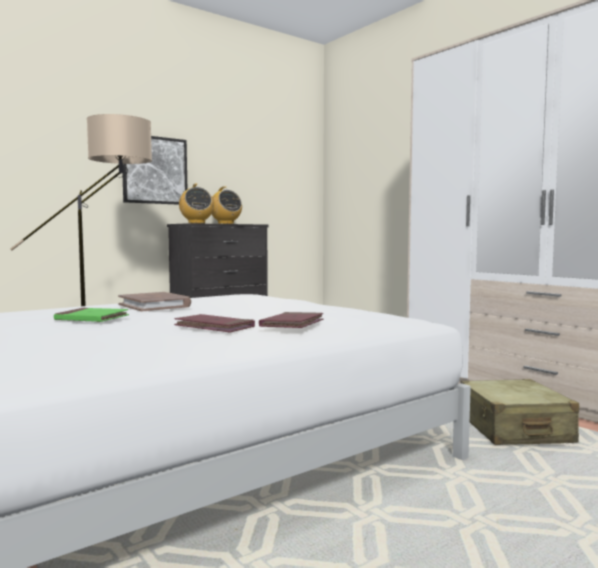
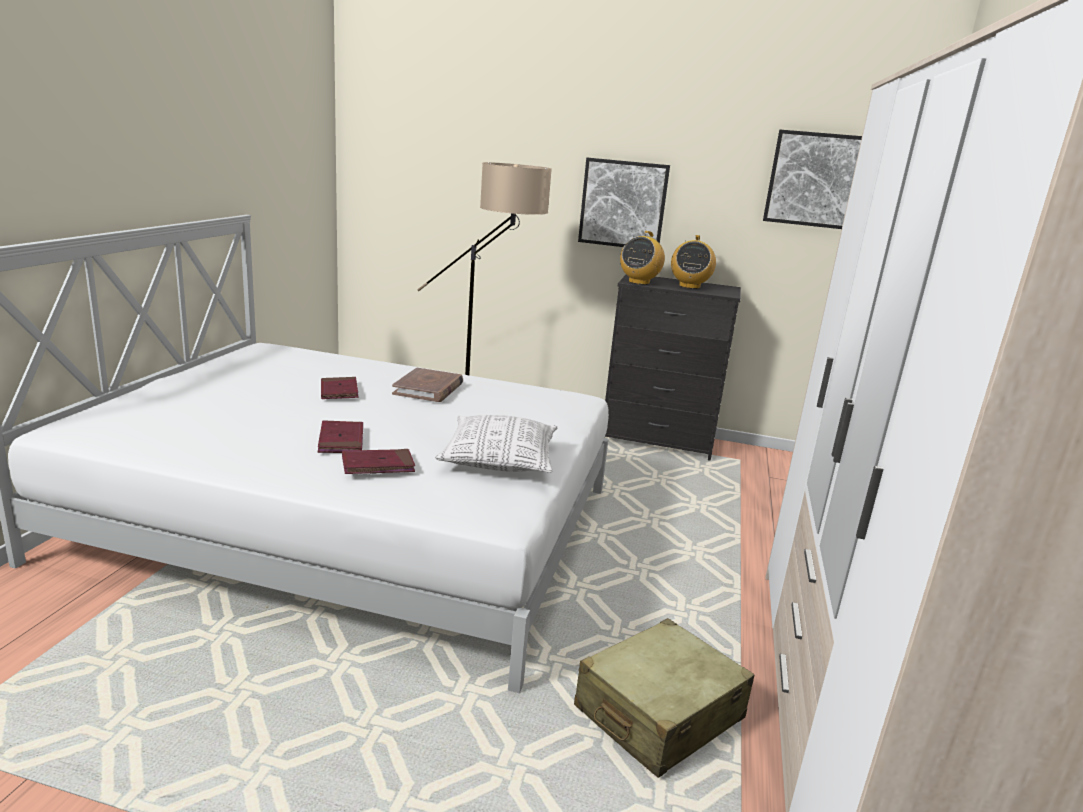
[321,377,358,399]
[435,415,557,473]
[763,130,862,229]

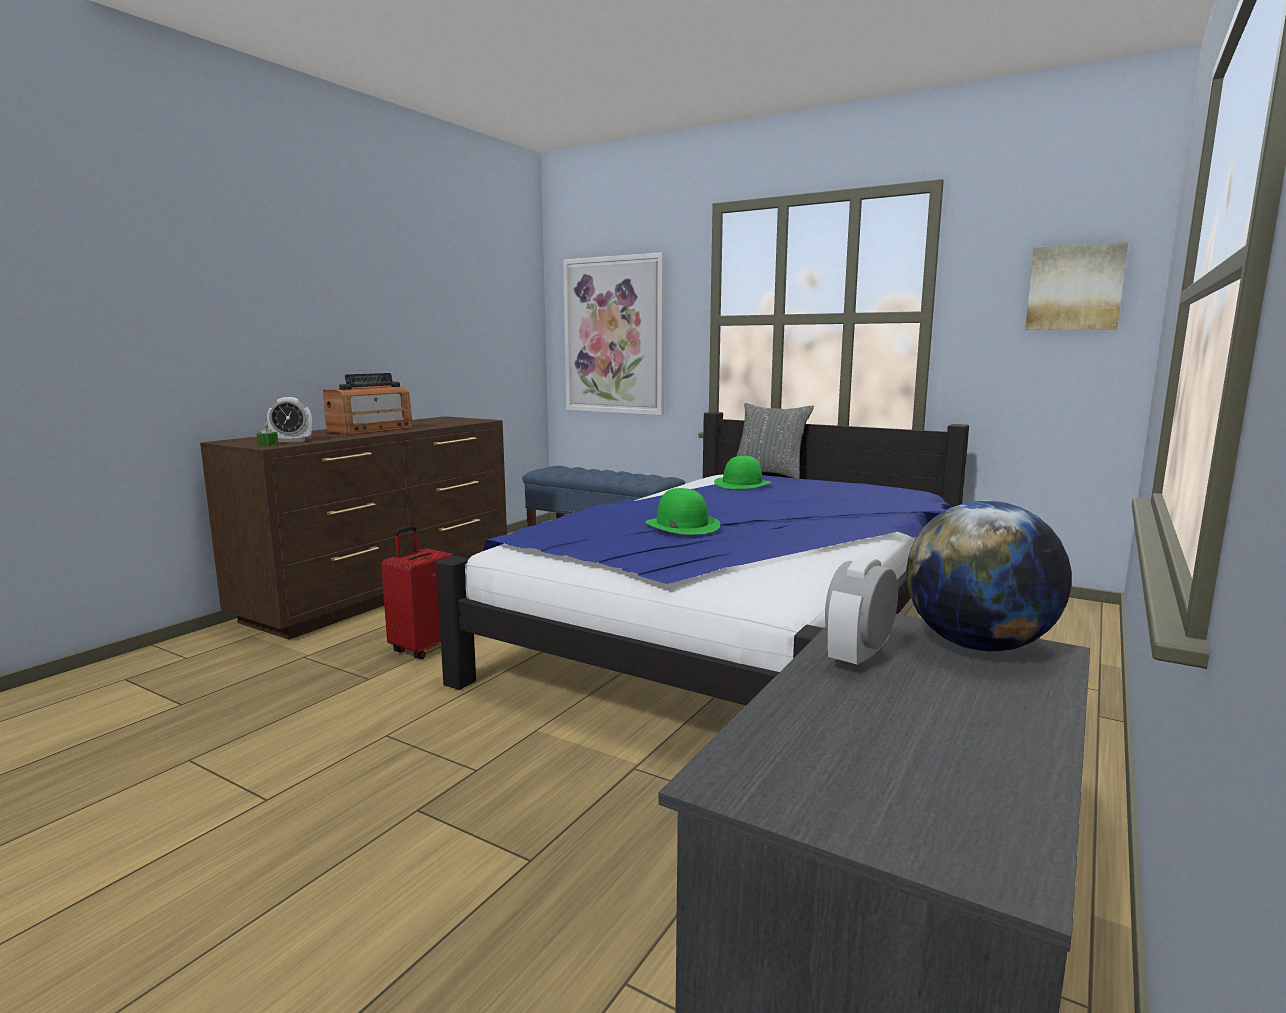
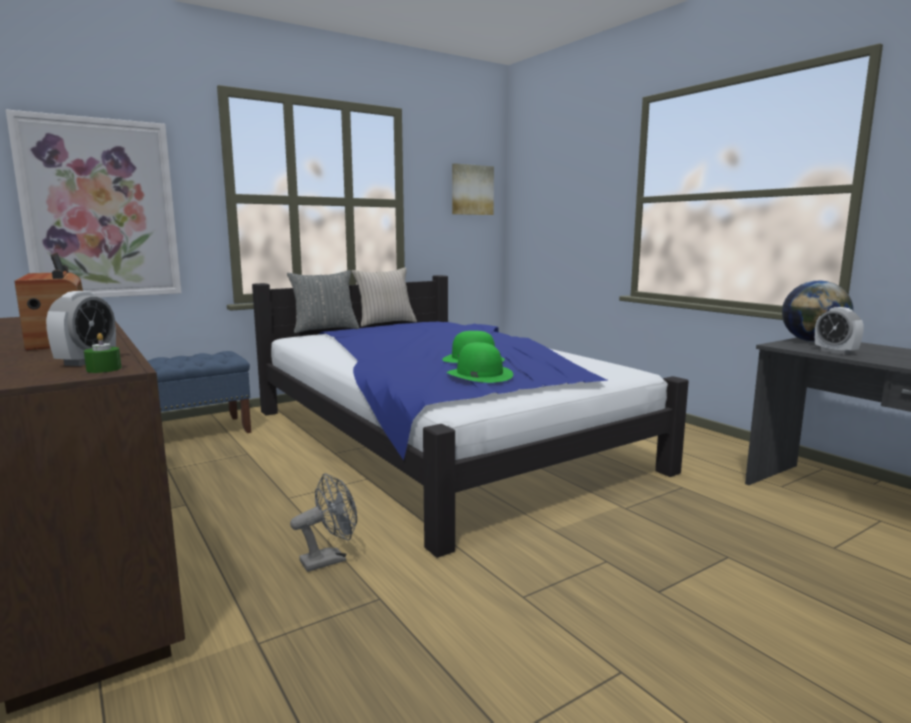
[290,473,357,572]
[447,342,513,383]
[352,267,417,327]

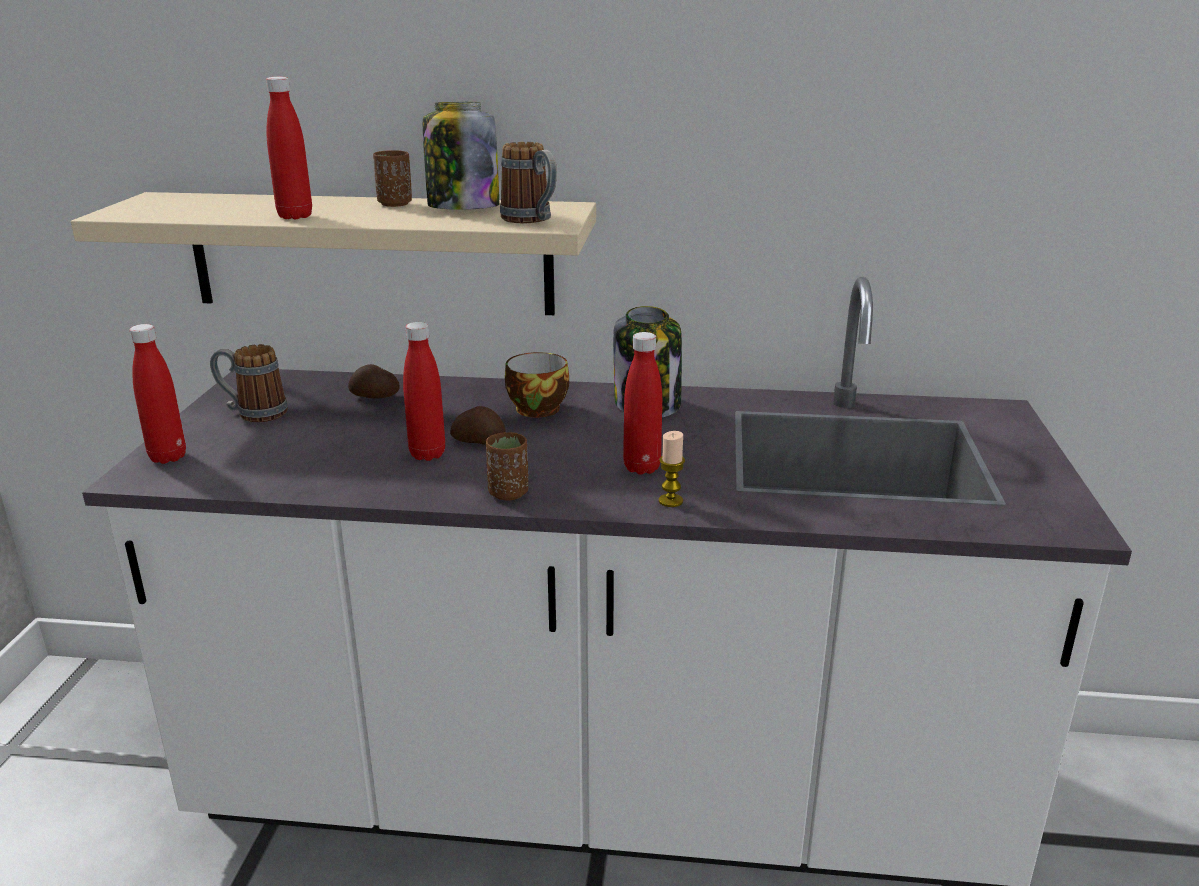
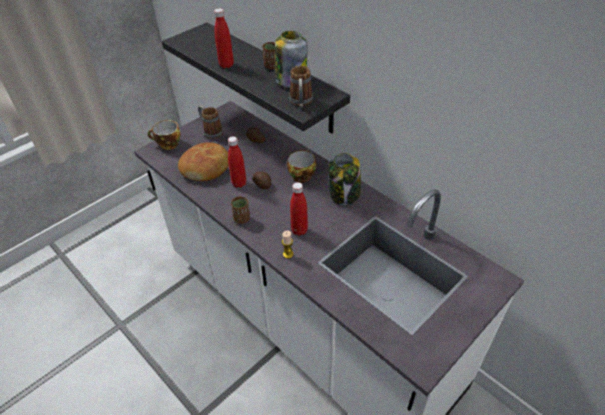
[162,22,350,134]
[148,120,181,150]
[178,142,229,181]

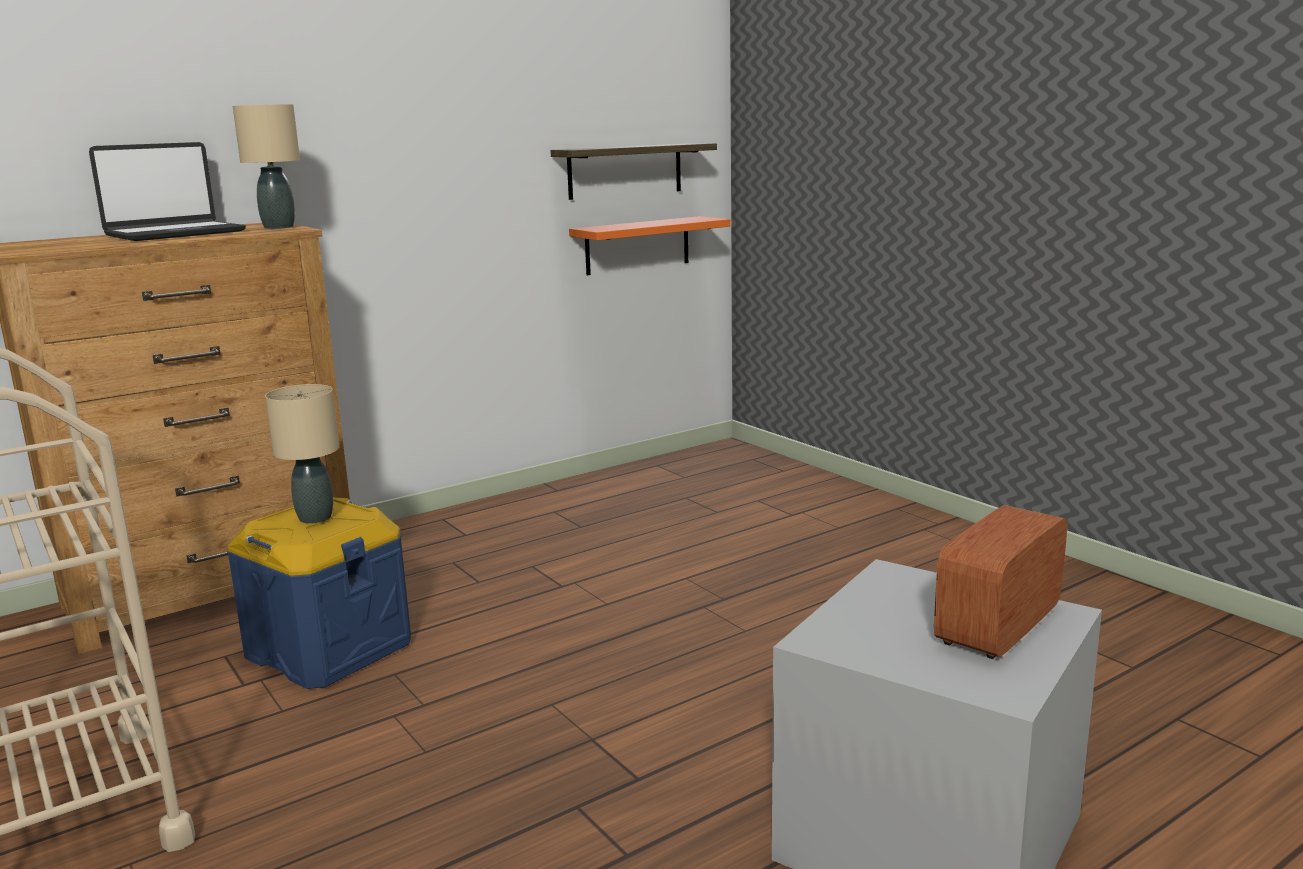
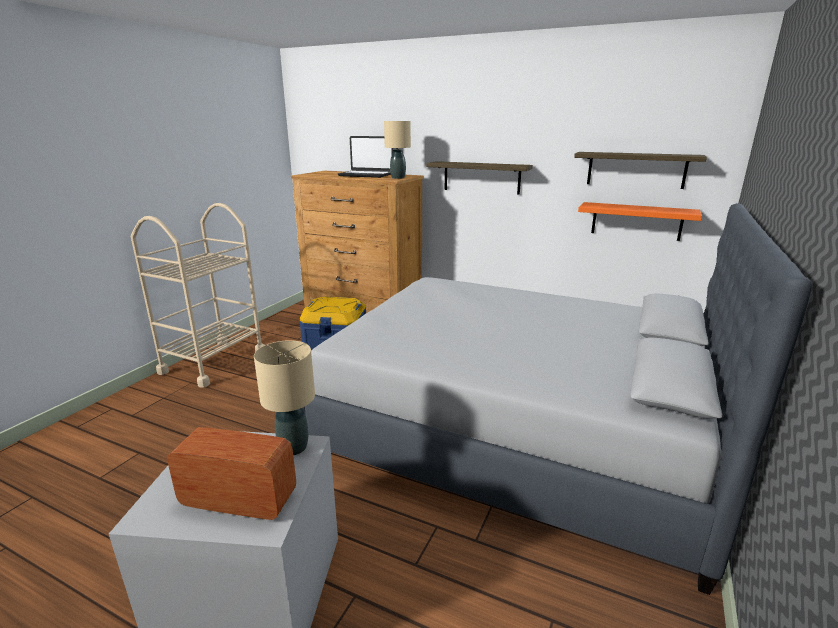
[254,340,315,455]
[303,203,812,595]
[426,161,533,194]

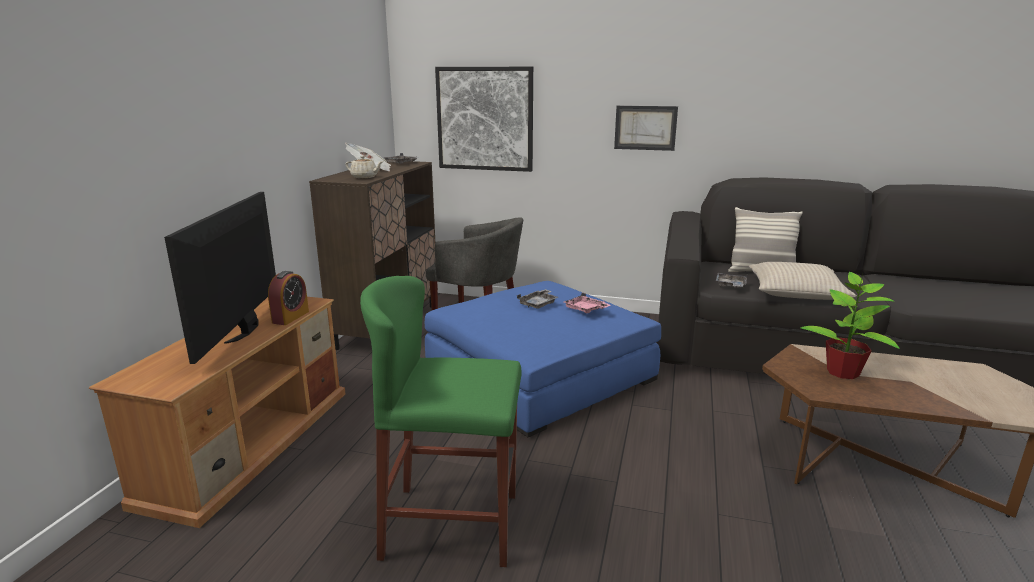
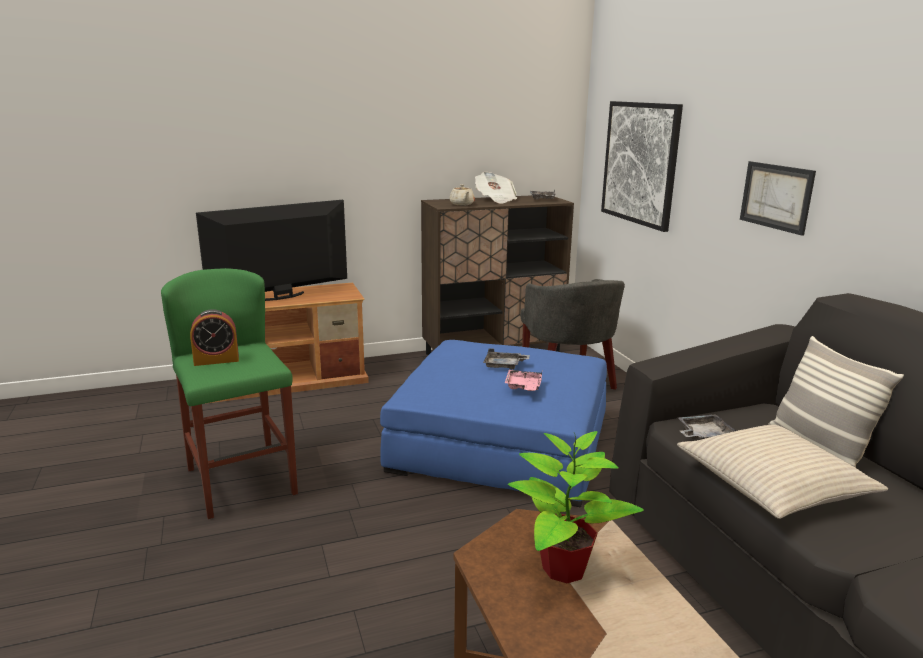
[190,309,239,366]

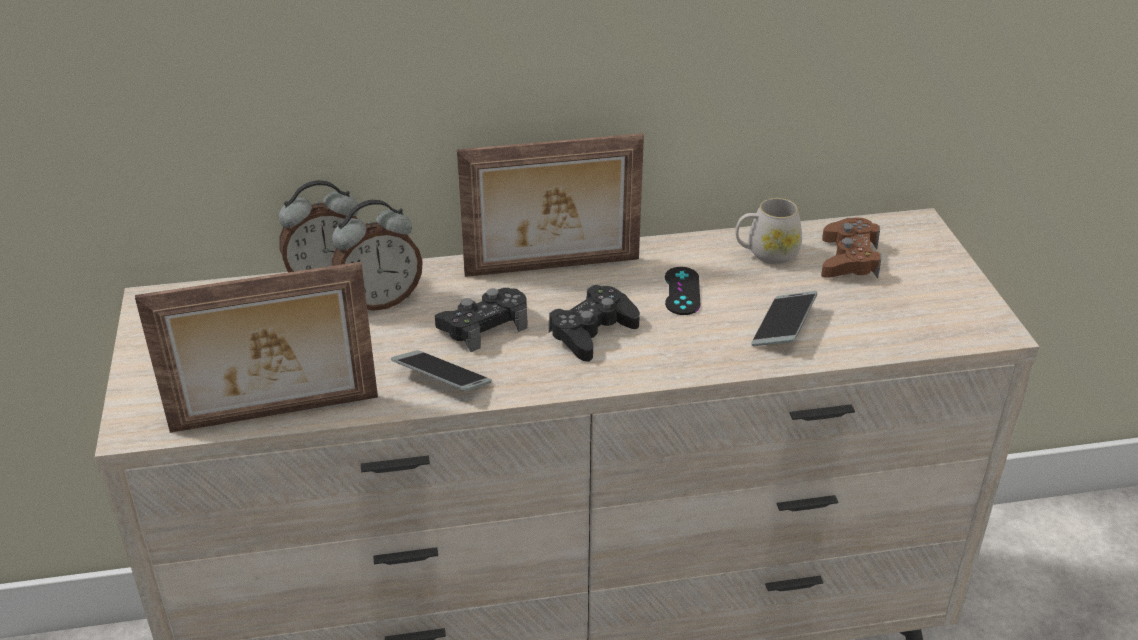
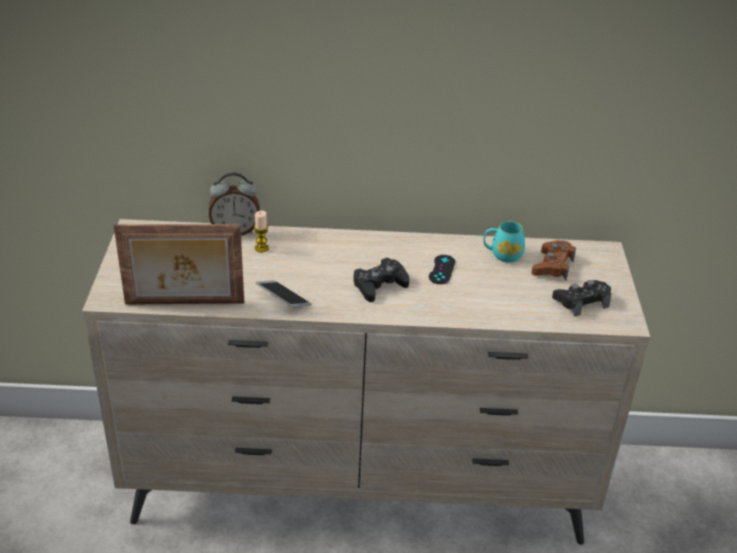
[254,211,269,252]
[552,280,612,317]
[457,133,644,277] (first image)
[483,221,525,263]
[751,291,818,346] (first image)

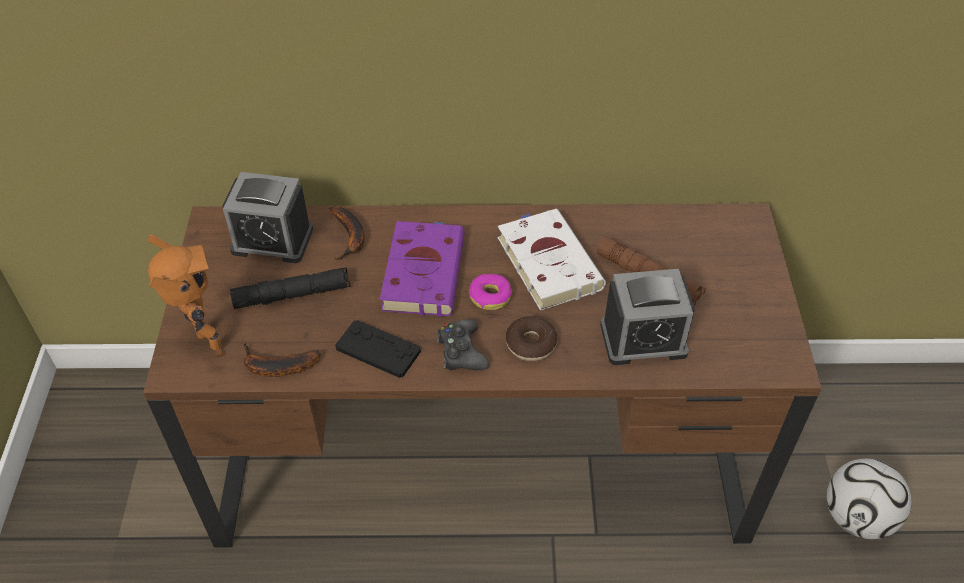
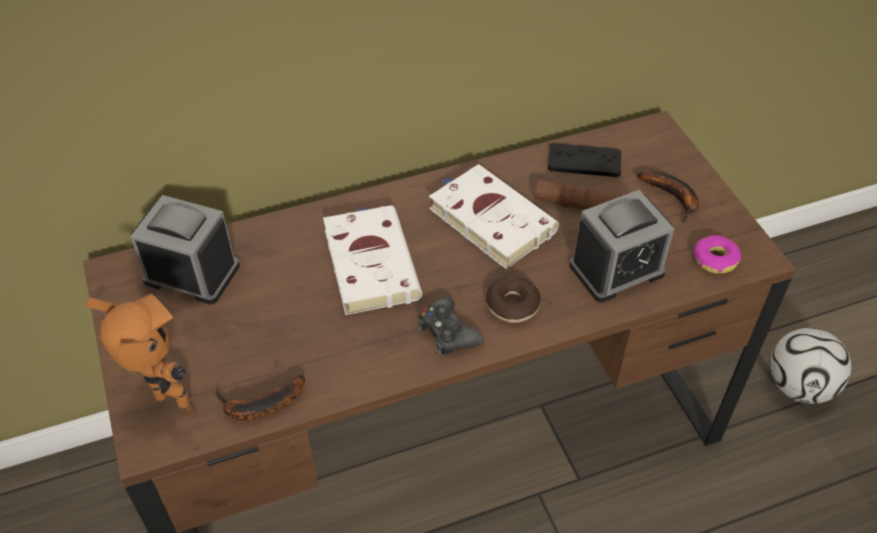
[130,195,240,304]
[230,267,351,309] (first image)
[637,170,699,222]
[548,143,621,177]
[323,205,422,315]
[693,235,741,274]

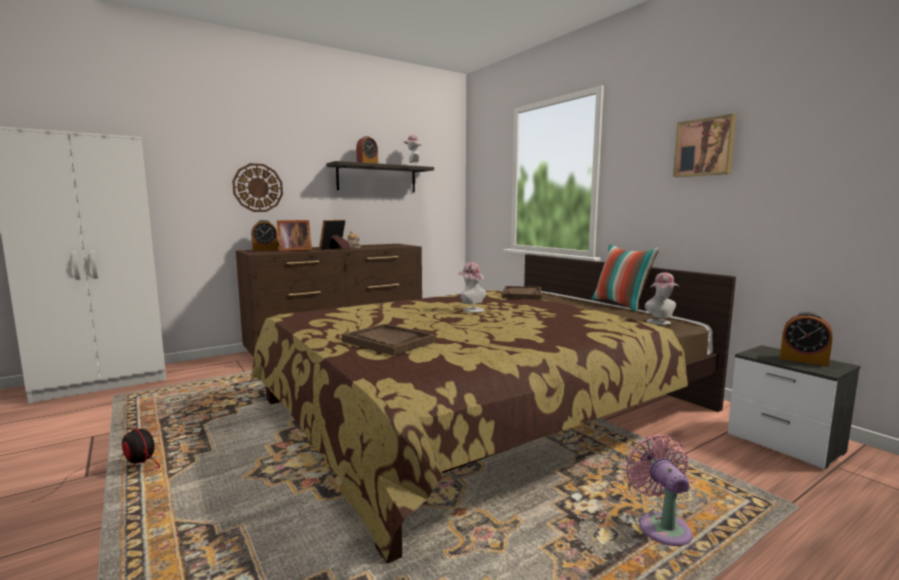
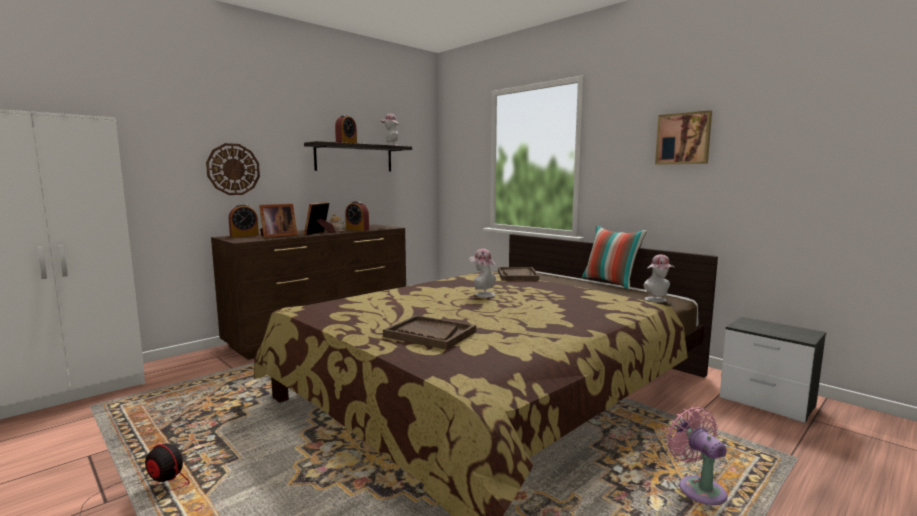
[345,201,369,231]

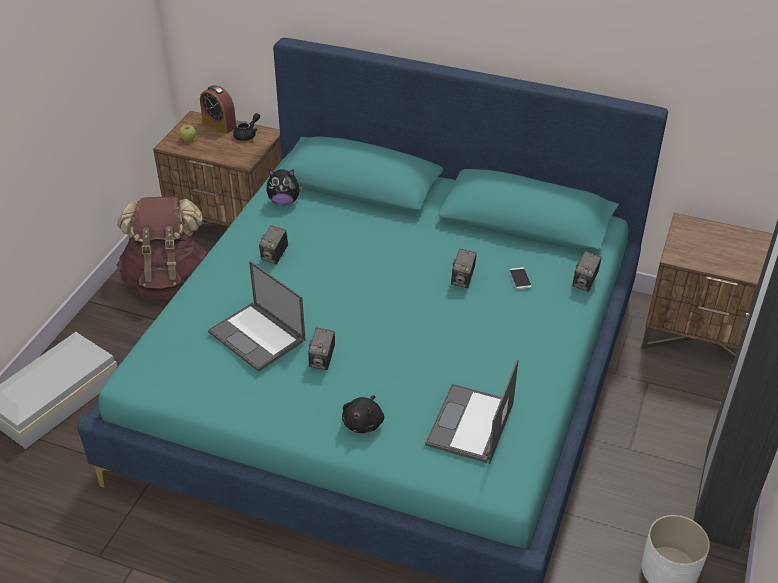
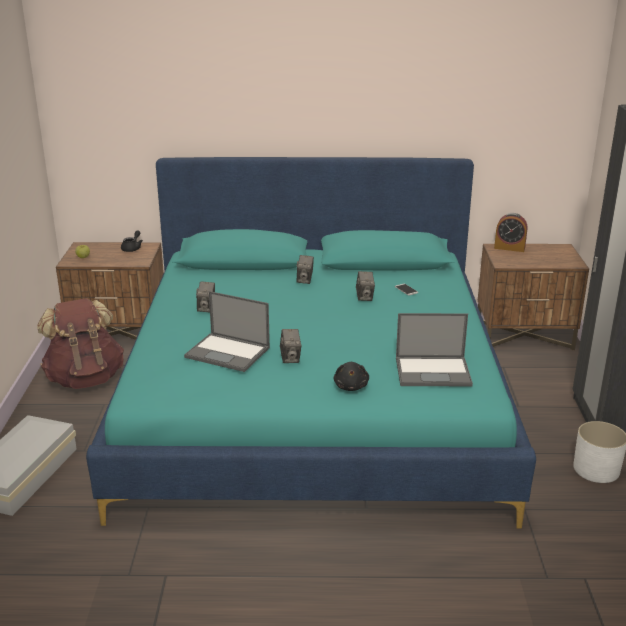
[494,213,527,252]
[266,169,303,205] (first image)
[396,313,473,386]
[296,255,314,284]

